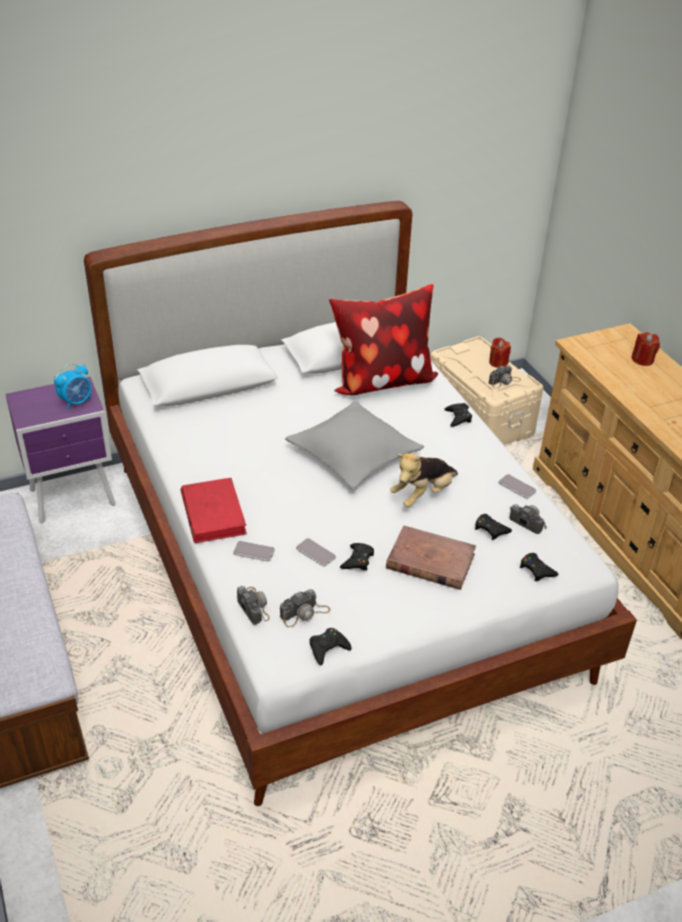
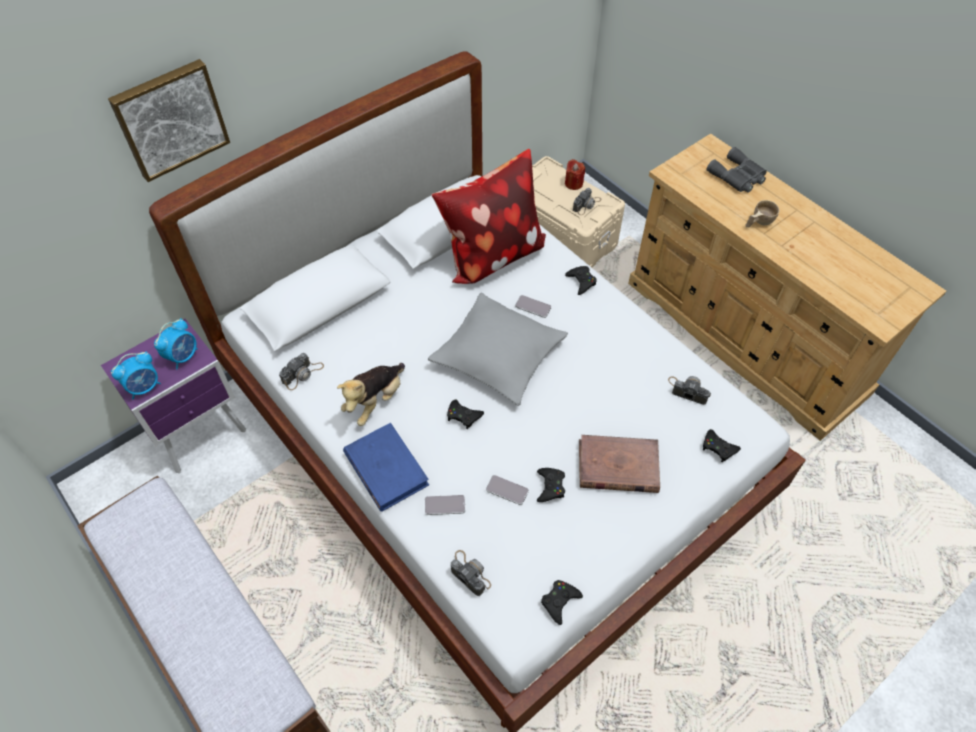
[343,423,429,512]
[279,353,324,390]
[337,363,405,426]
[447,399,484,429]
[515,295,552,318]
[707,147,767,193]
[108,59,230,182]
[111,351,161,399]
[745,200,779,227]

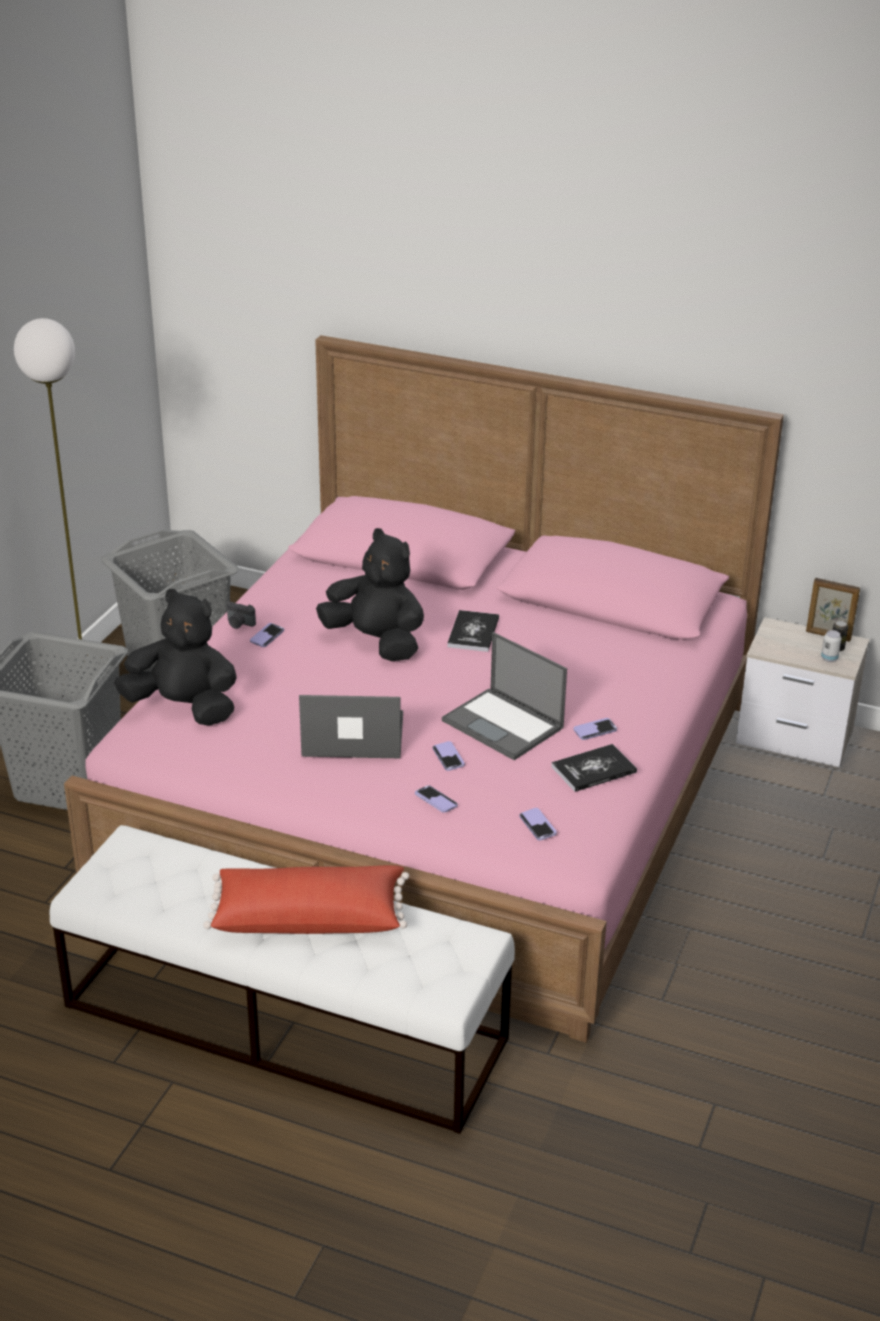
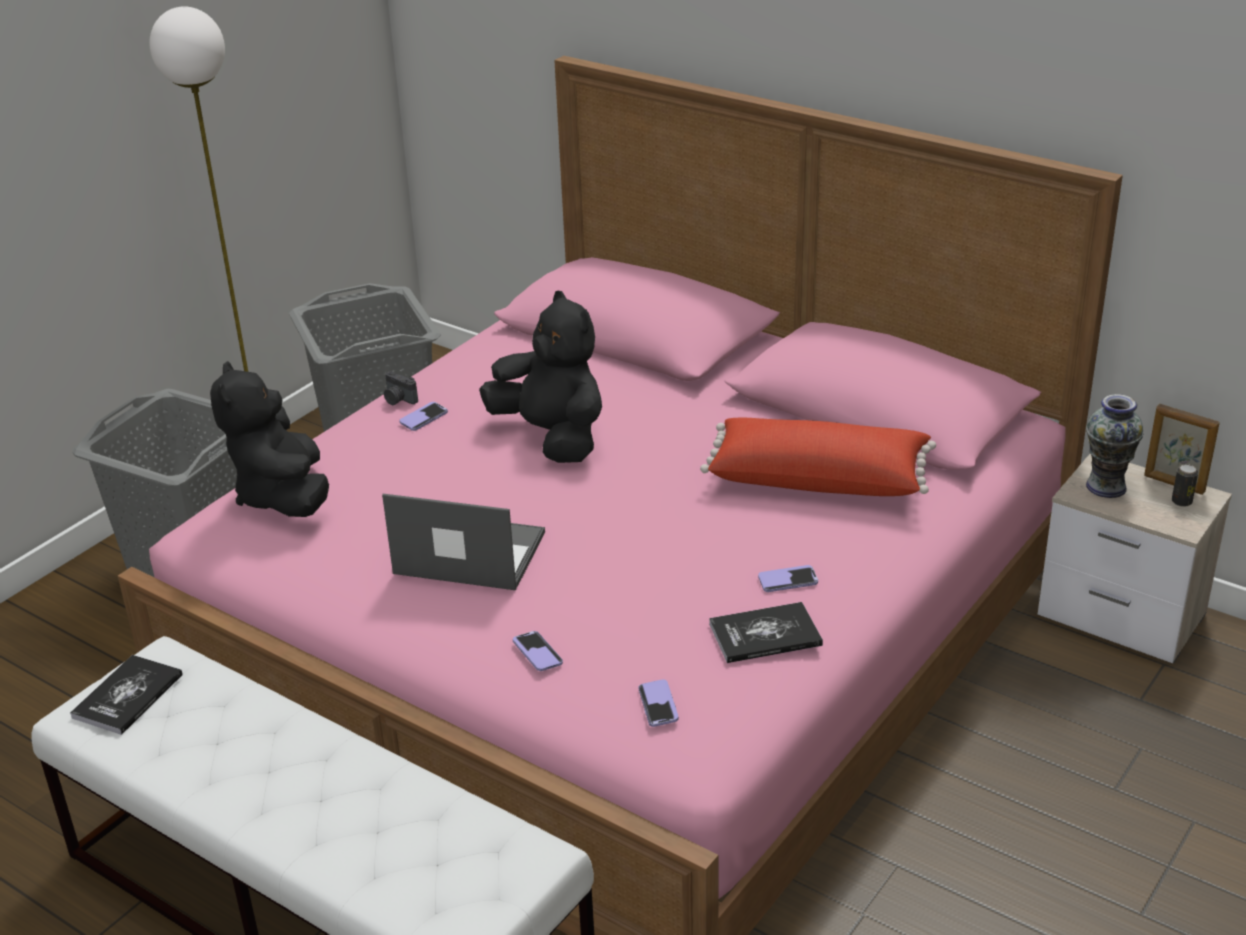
[210,361,329,517]
[700,418,936,496]
[433,741,465,771] (first image)
[442,632,567,760] (first image)
[70,655,183,735]
[821,630,842,662] (first image)
[1086,394,1143,498]

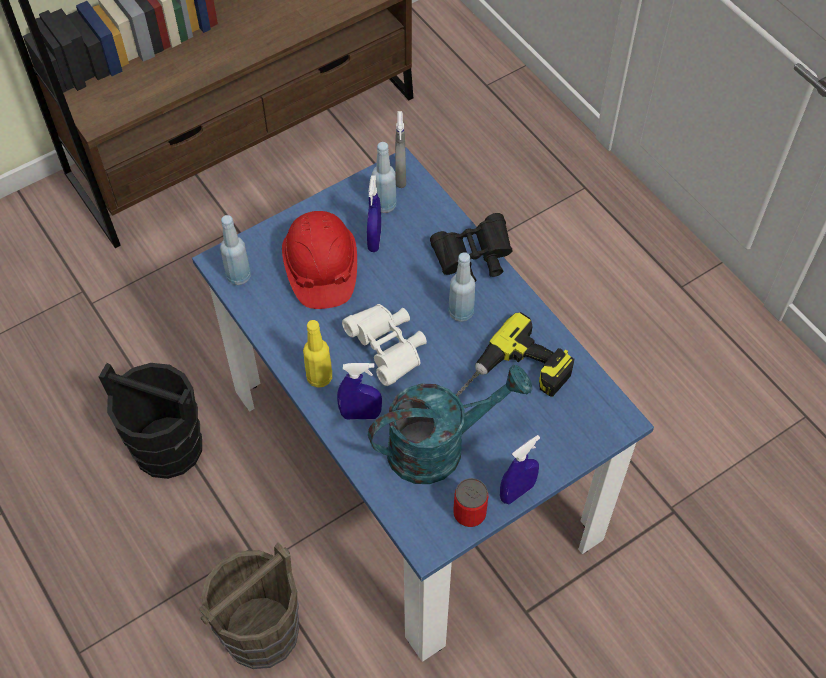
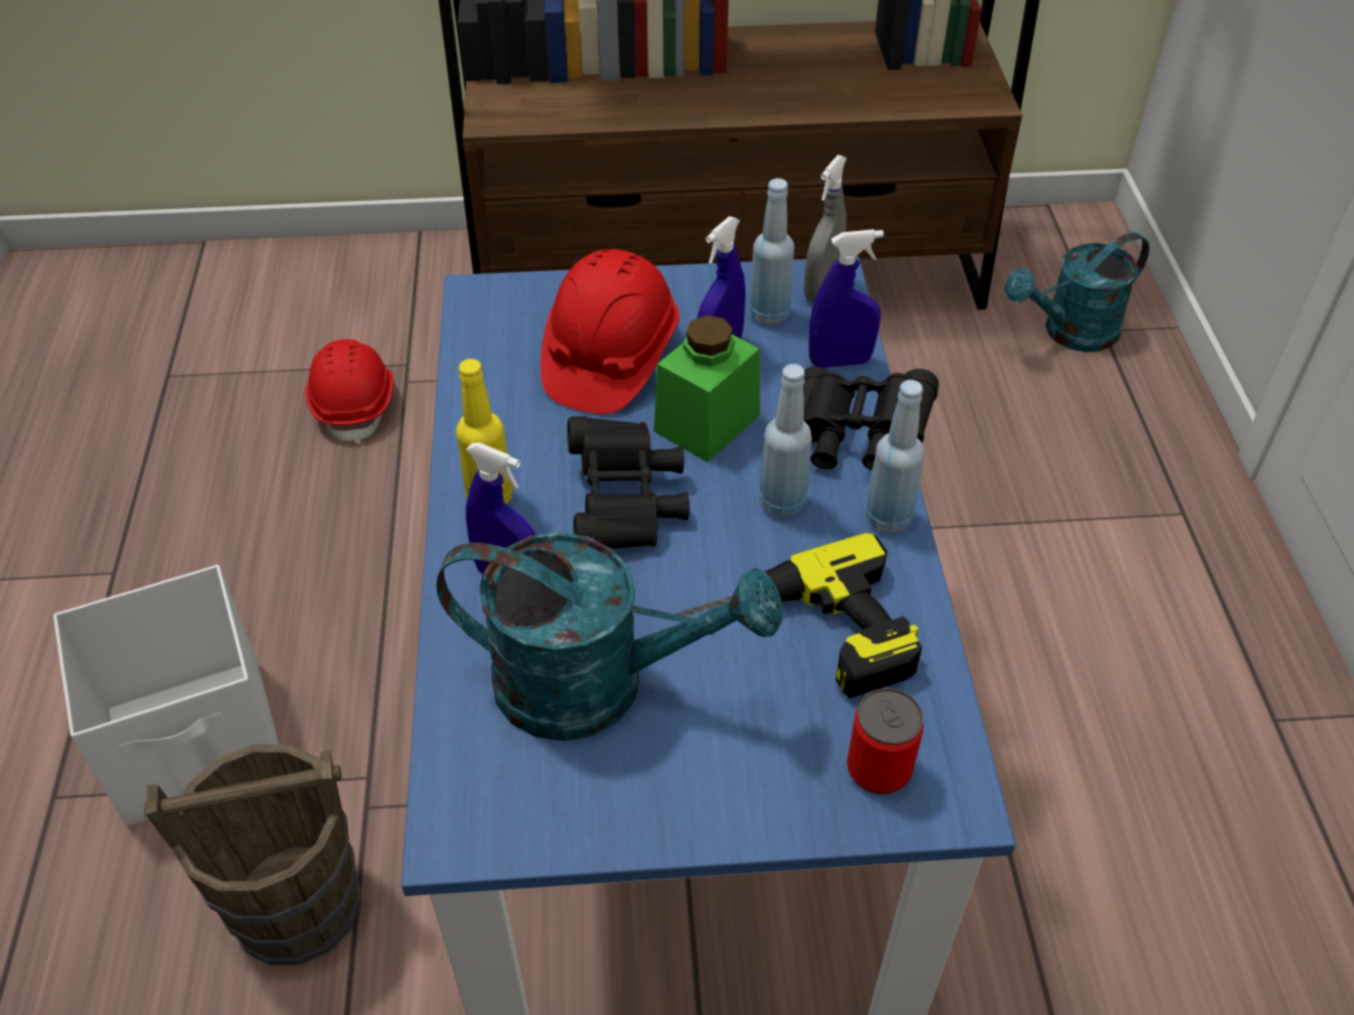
[99,363,202,479] (first image)
[865,380,925,534]
[567,416,690,549]
[847,688,924,795]
[809,229,884,368]
[53,565,279,826]
[305,339,394,444]
[654,315,760,462]
[1004,232,1150,352]

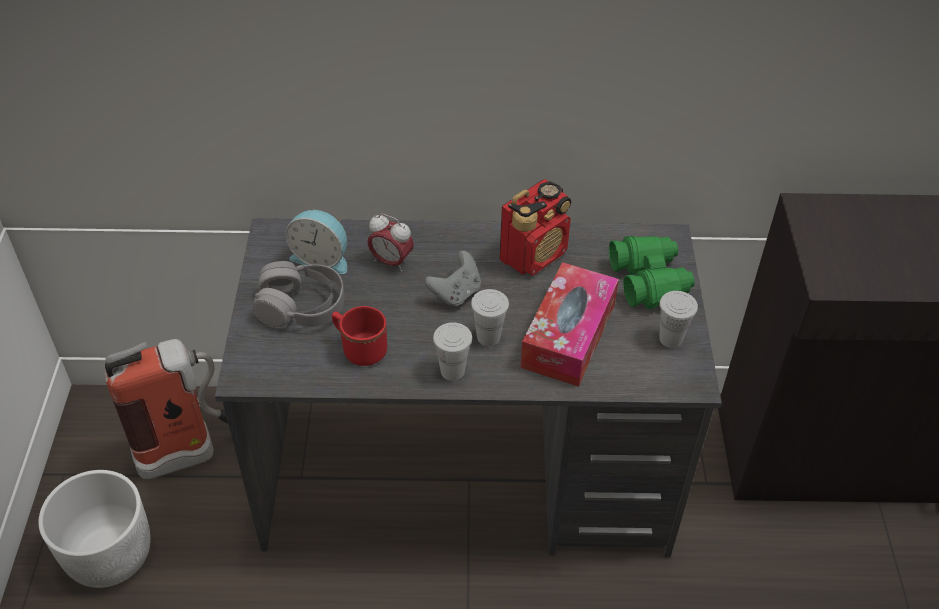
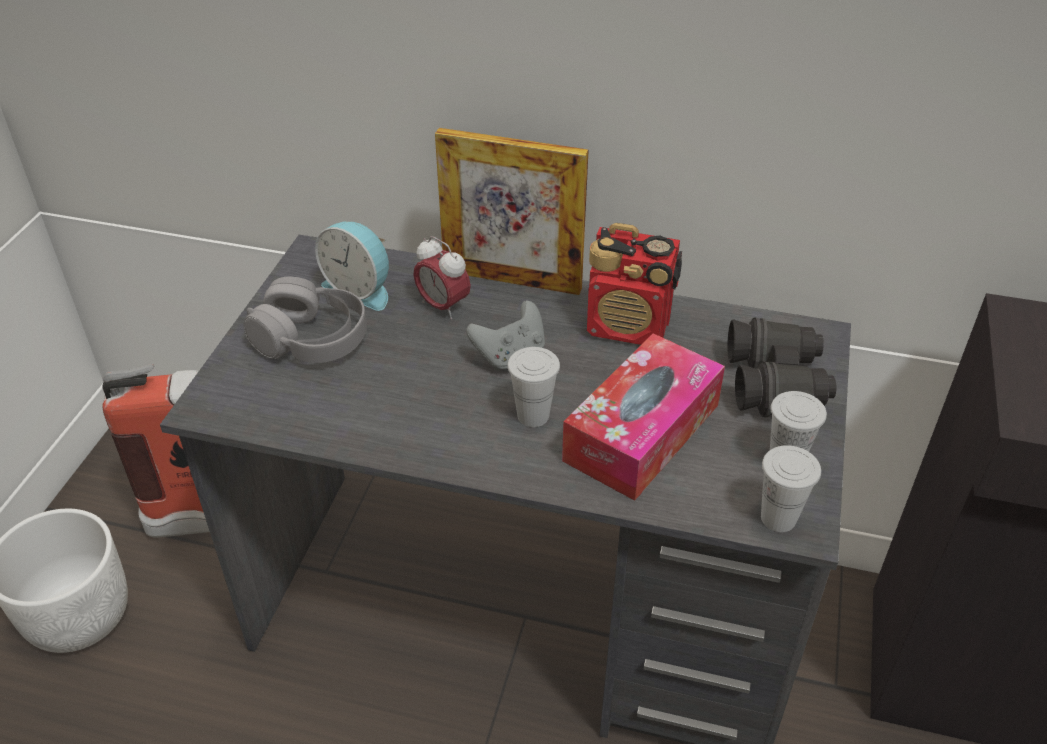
[332,306,387,366] (first image)
[761,445,821,532]
[587,223,682,345]
[727,318,836,418]
[435,128,589,295]

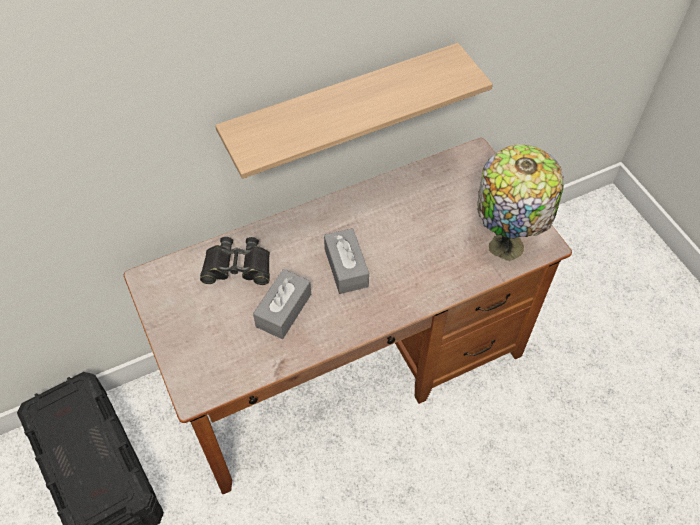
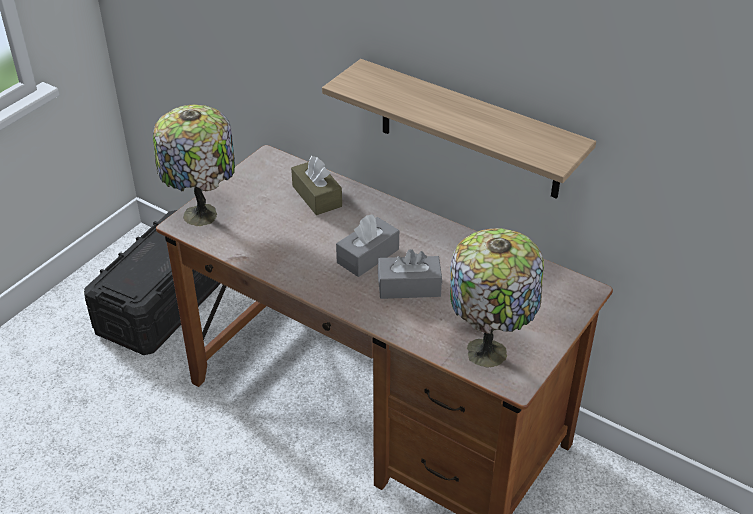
[291,156,342,215]
[378,249,442,299]
[153,105,235,226]

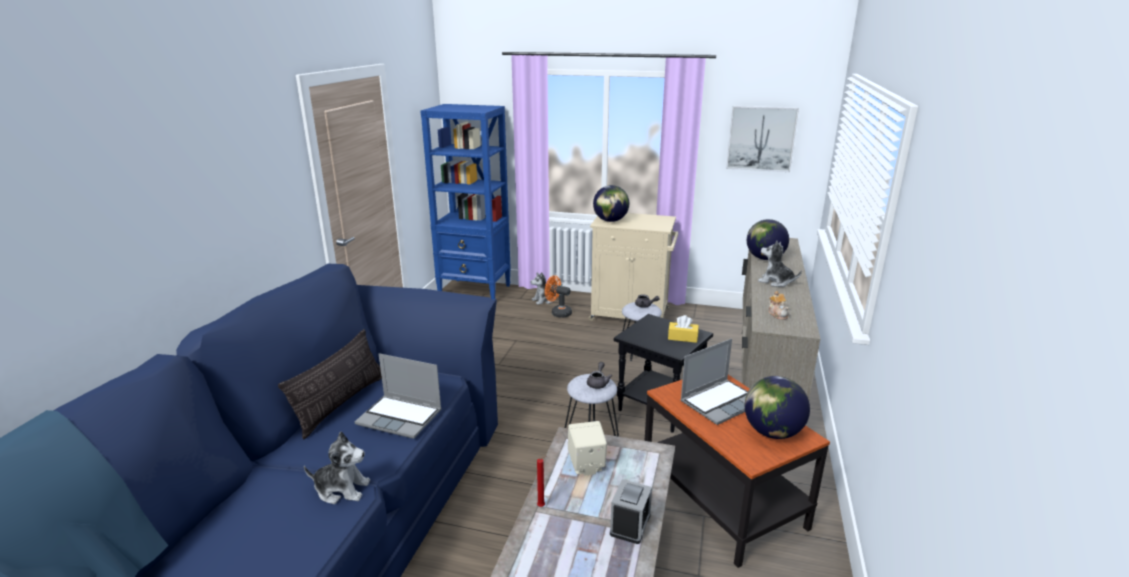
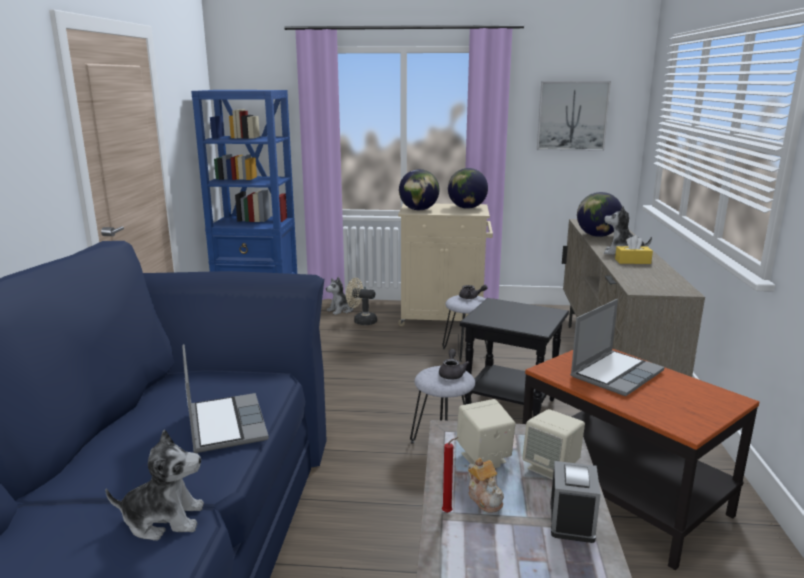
[278,329,382,439] (first image)
[182,344,269,453]
[346,278,377,325]
[615,235,653,264]
[448,168,488,209]
[468,458,504,513]
[522,409,585,480]

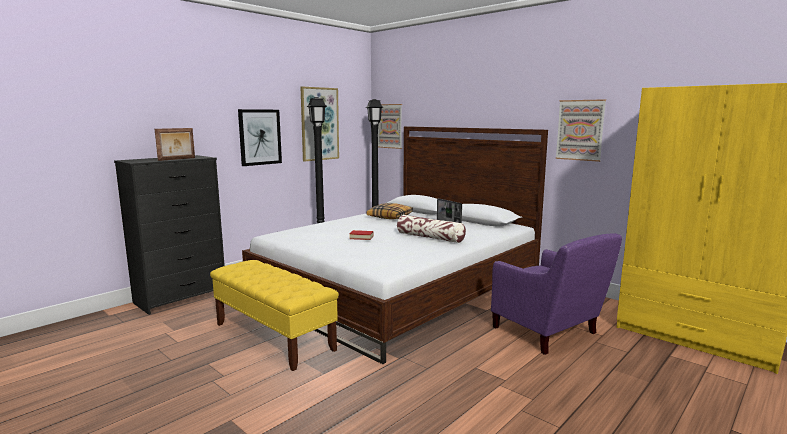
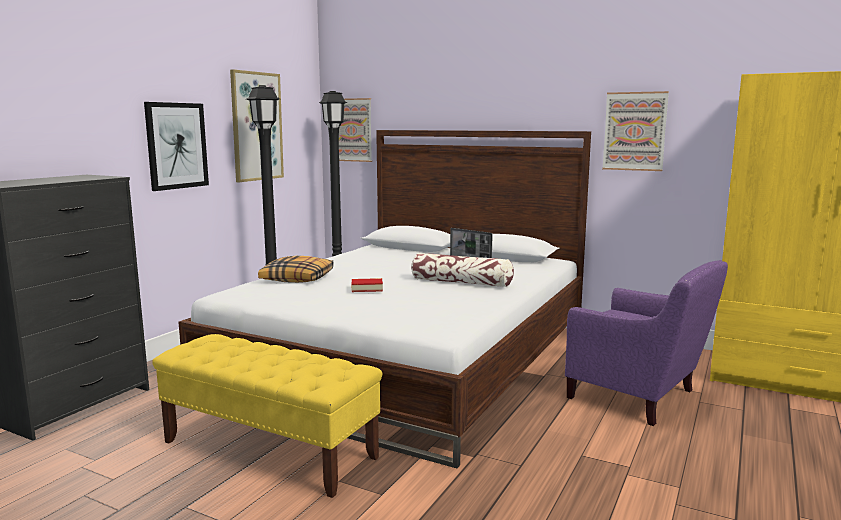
[155,128,195,161] (first image)
[258,256,333,283]

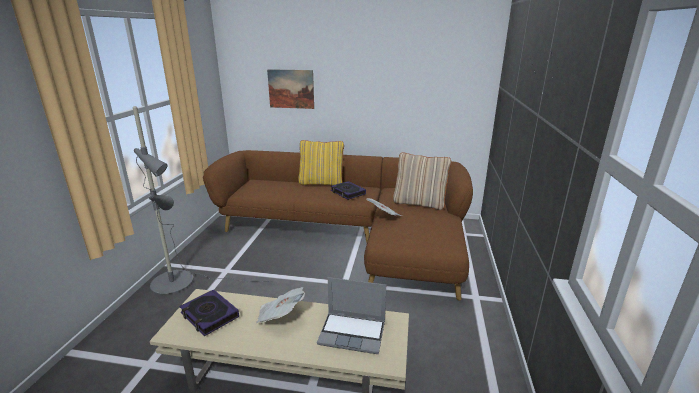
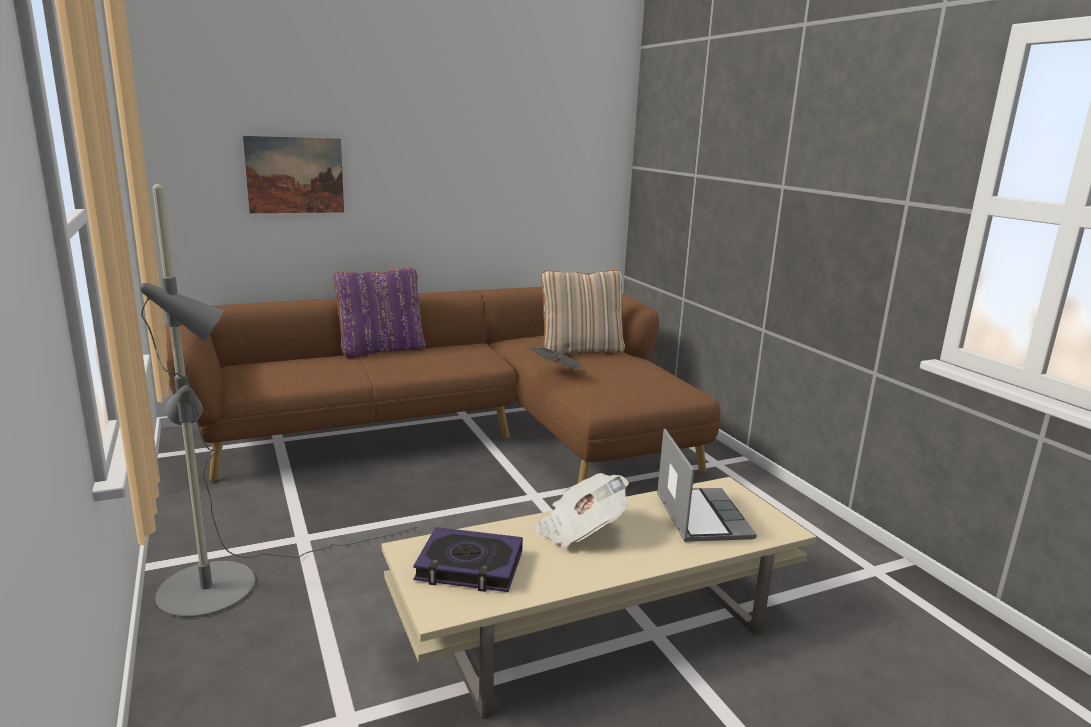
[333,267,426,358]
[657,429,757,542]
[331,181,366,200] (first image)

